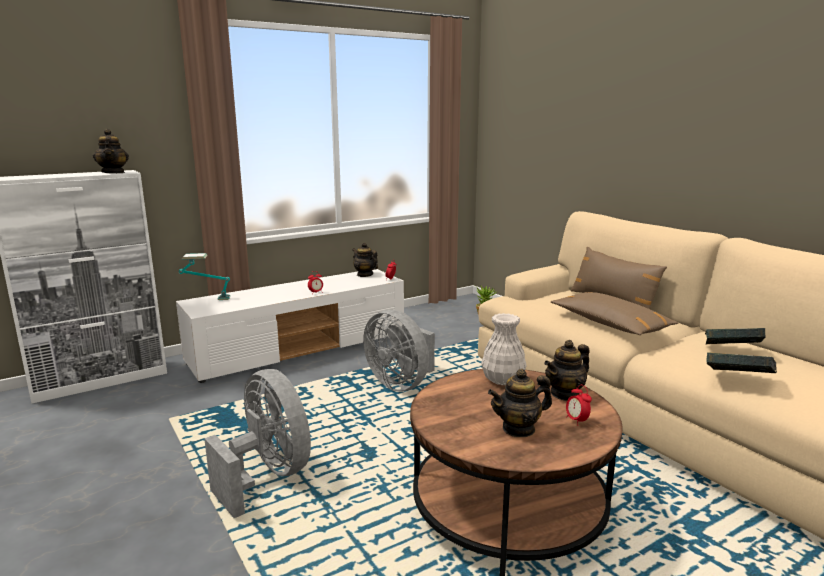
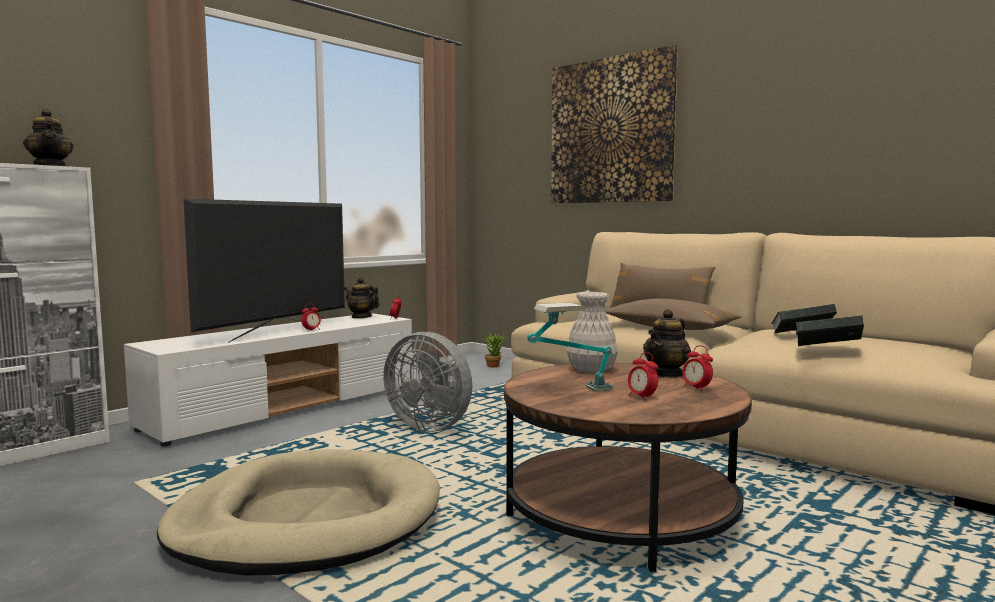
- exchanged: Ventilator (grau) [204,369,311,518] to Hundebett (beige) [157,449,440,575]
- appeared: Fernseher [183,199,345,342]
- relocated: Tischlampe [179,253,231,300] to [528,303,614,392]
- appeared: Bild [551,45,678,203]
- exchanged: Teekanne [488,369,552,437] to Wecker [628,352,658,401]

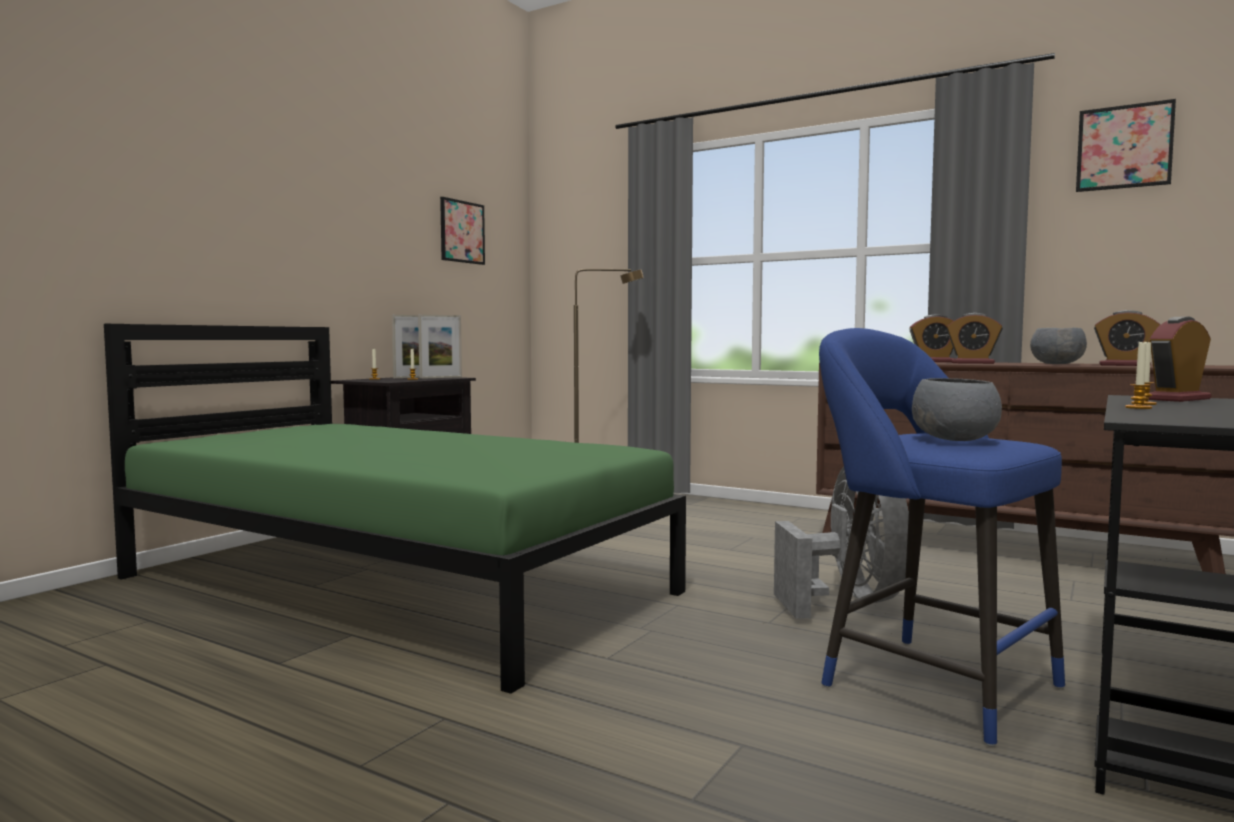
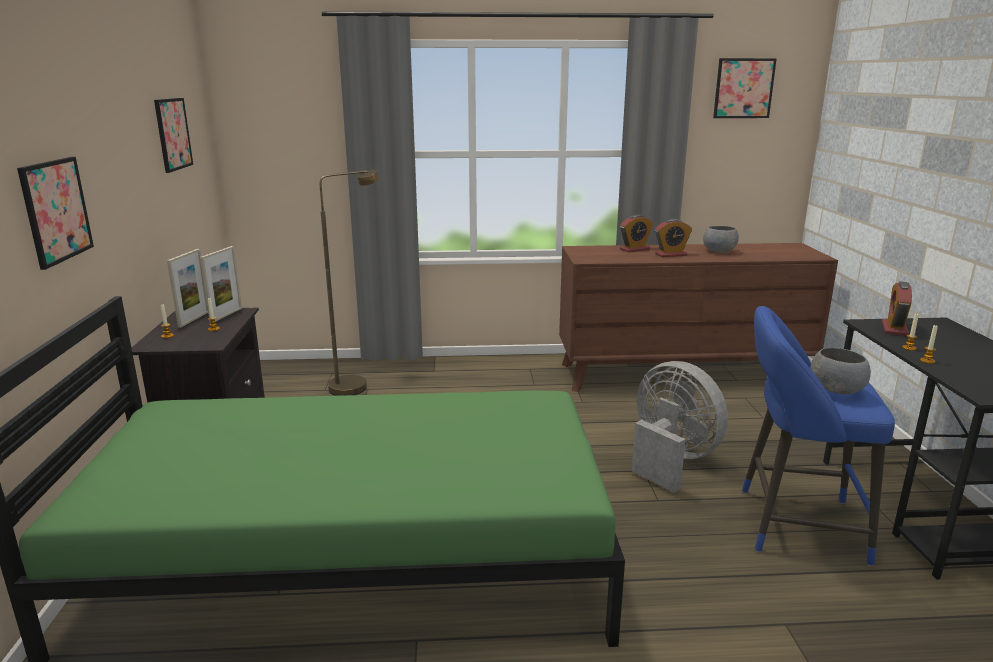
- appeared: Bild [17,157,94,270]
- missing: Wecker [1094,310,1160,366]

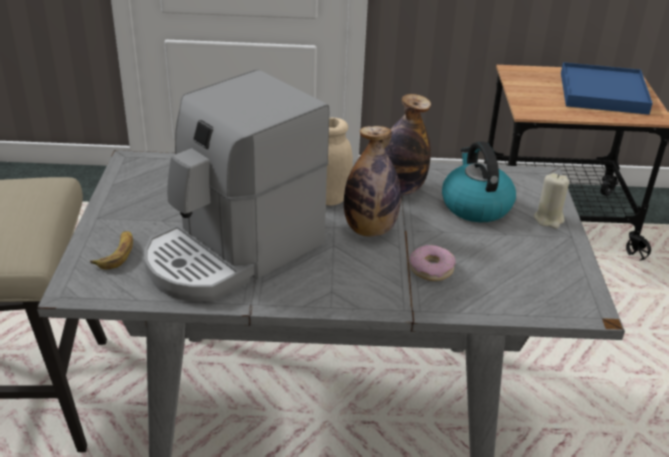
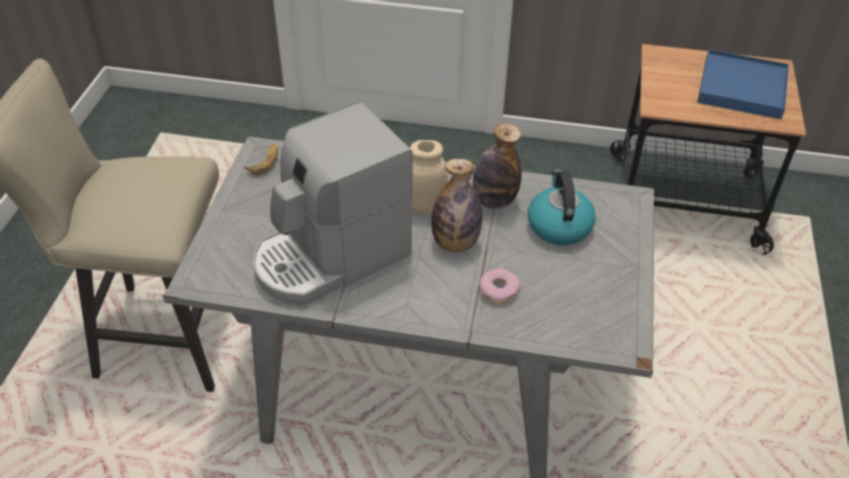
- relocated: Banane [90,231,133,270] to [244,144,278,175]
- missing: Kerze (beige) [534,173,569,229]

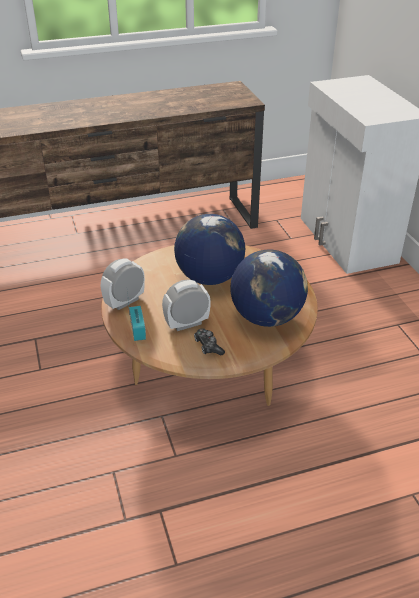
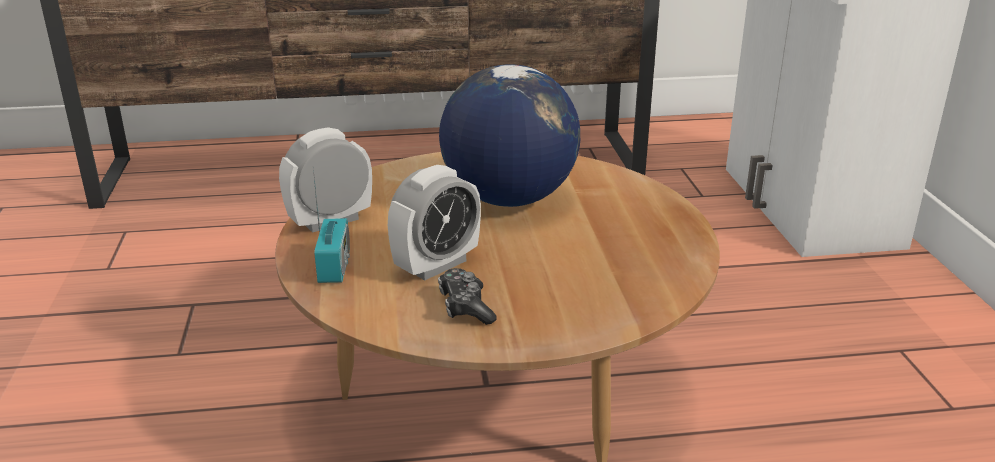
- spun: Wecker [162,280,211,331] = [388,165,481,280] 150 degrees clockwise
- missing: Globus [230,249,308,327]

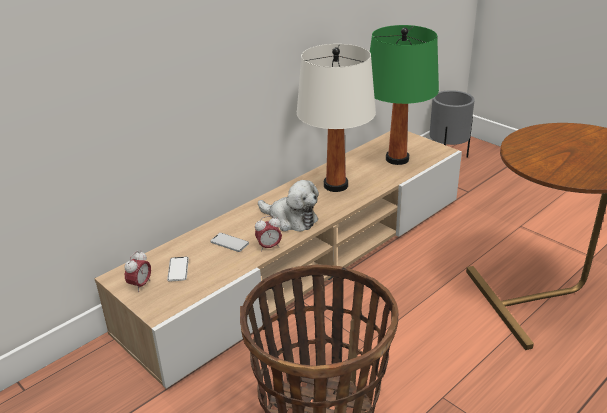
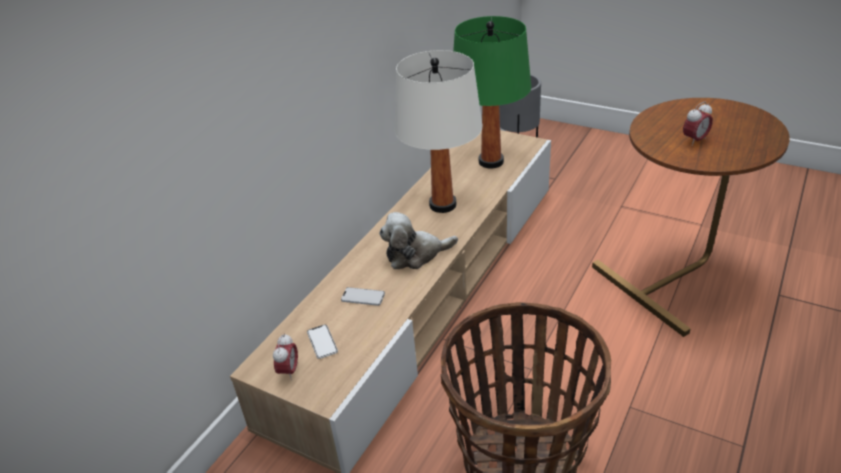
- spun: Plüschtier [258,180,319,232] = [379,212,458,269] 150 degrees clockwise
- relocated: Wecker [255,216,282,251] to [683,102,713,146]

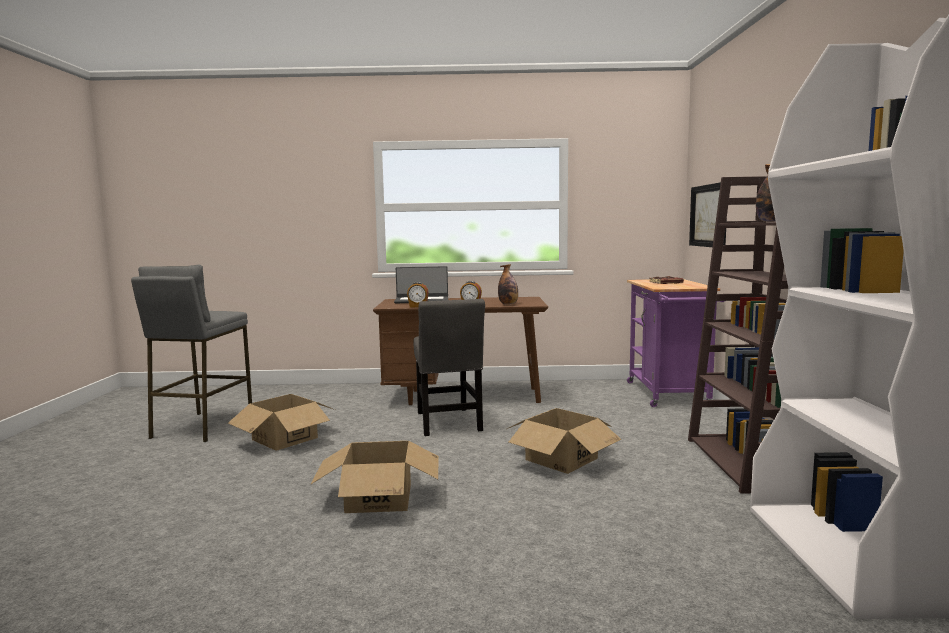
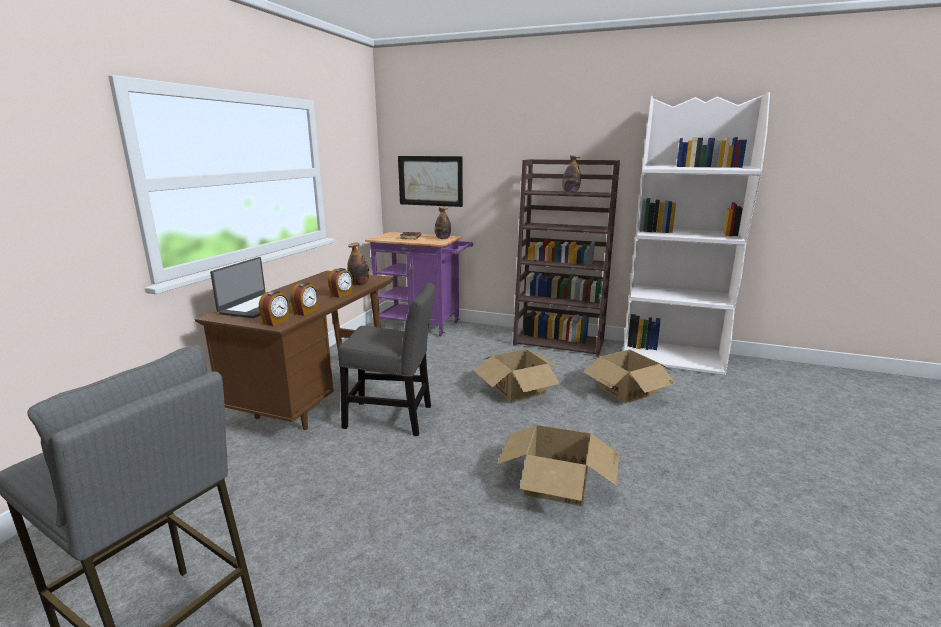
- appeared: Wecker [259,291,289,326]
- appeared: Flasche [435,206,451,239]
- relocated: Karton [228,394,335,451] to [583,349,676,403]

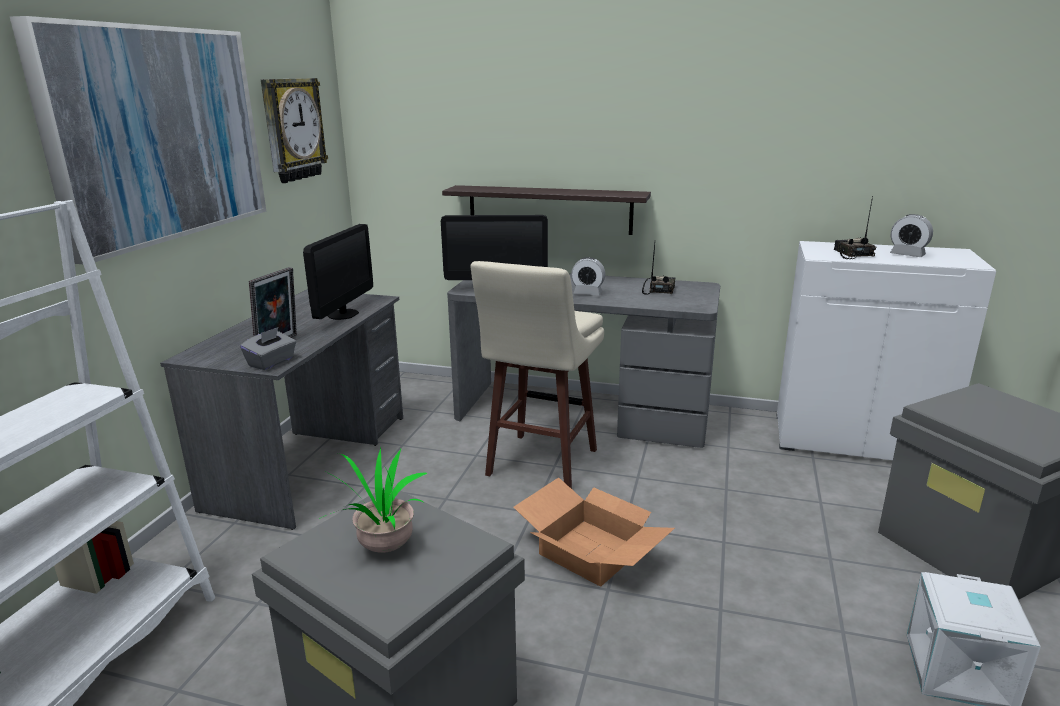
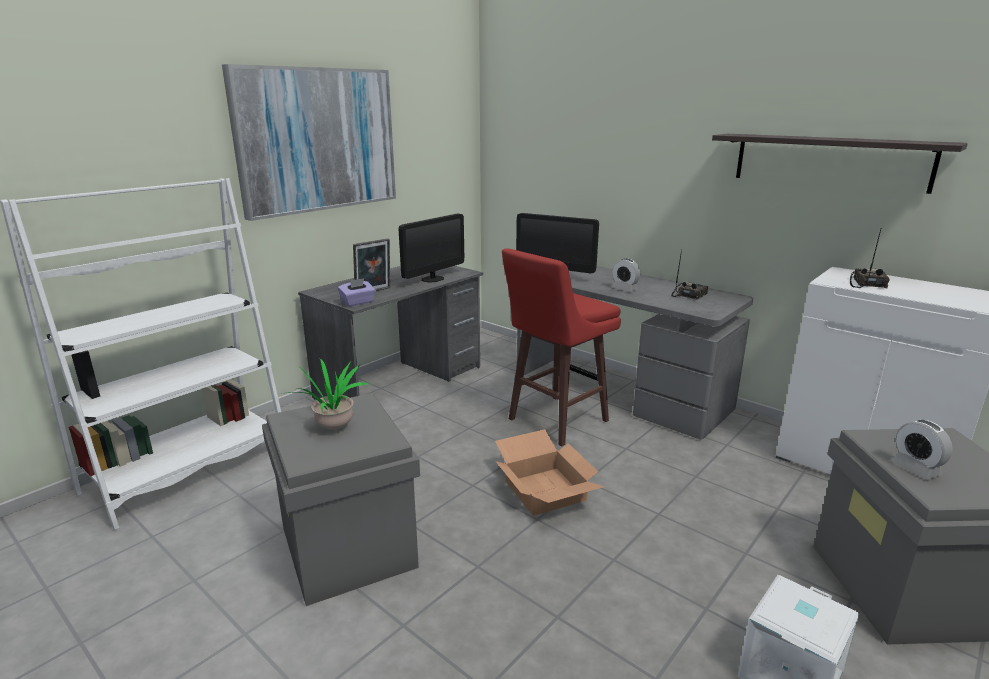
- colour: Taschentuchbox (grau) [240,327,296,370] to Taschentuchbox (lila) [338,278,376,307]
- colour: Hocker (beige) [471,261,604,489] to Hocker (rot) [502,248,621,446]
- relocated: Wandregal [442,185,651,235] to [712,134,968,194]
- relocated: Wecker [890,214,933,257] to [892,420,953,480]
- missing: Wanduhr [261,78,328,183]

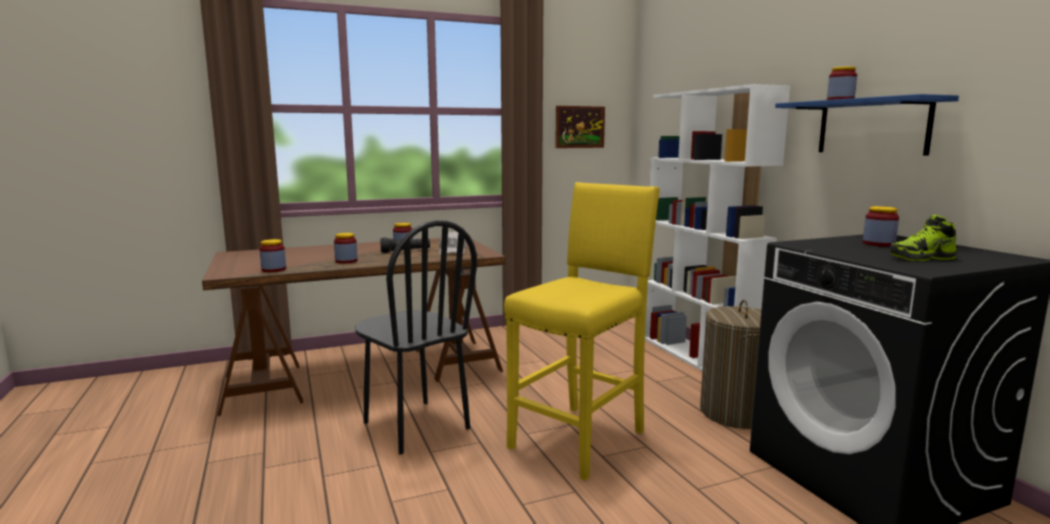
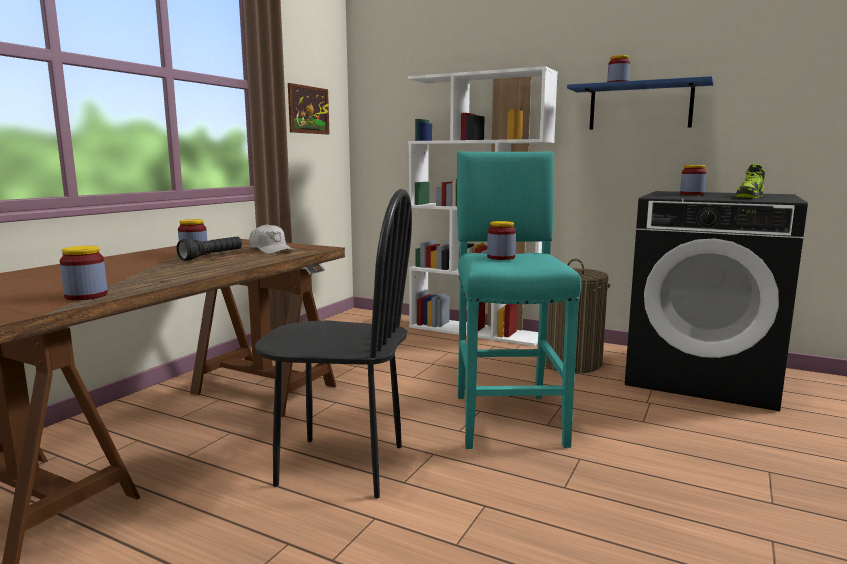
- colour: Hocker (gelb) [504,182,660,481] to Hocker (türkis) [457,151,581,449]
- relocated: Vorratsglas [334,233,358,264] to [487,221,516,260]

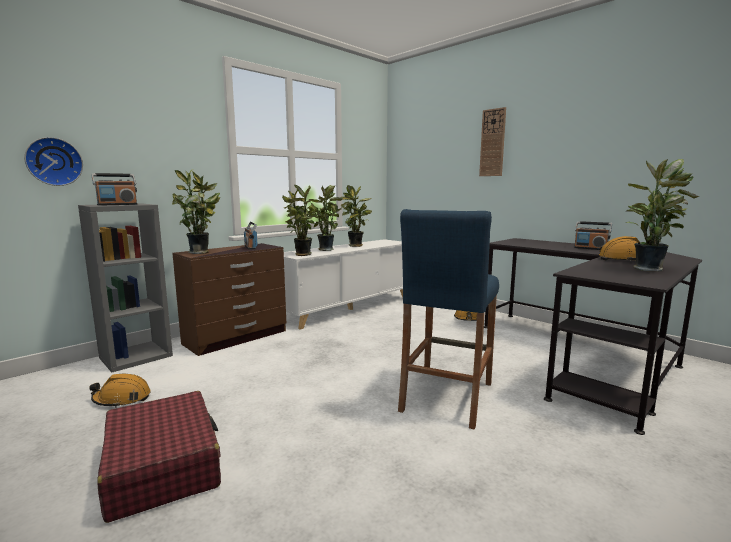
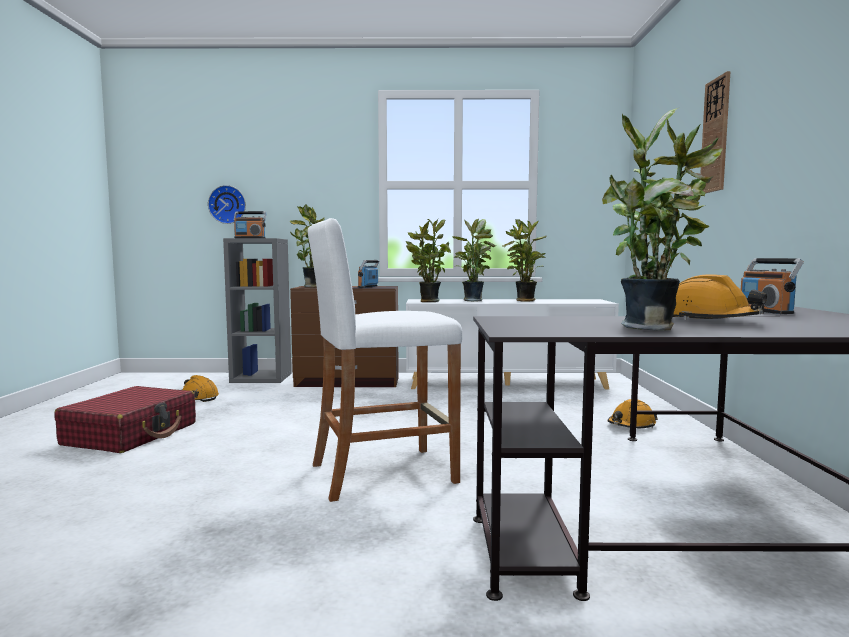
- colour: Hocker (blau) [398,209,499,430] to Hocker (weiß) [308,218,462,502]

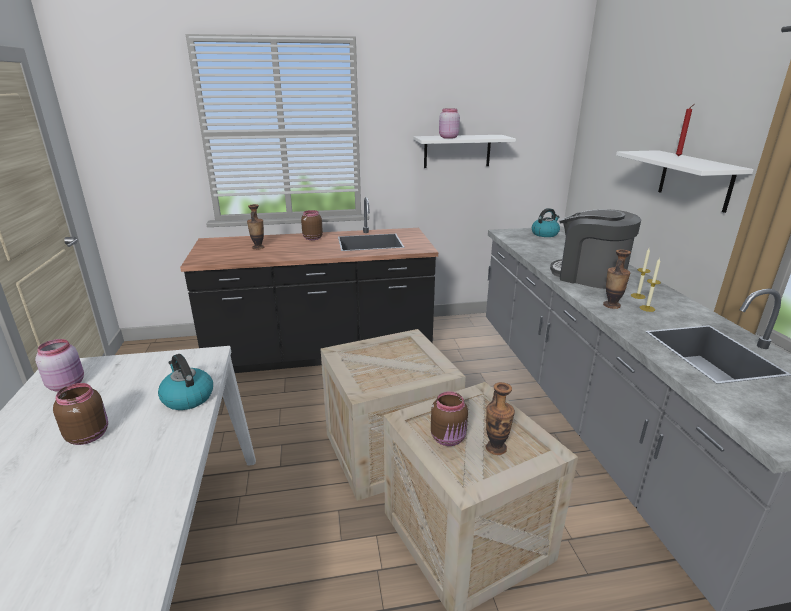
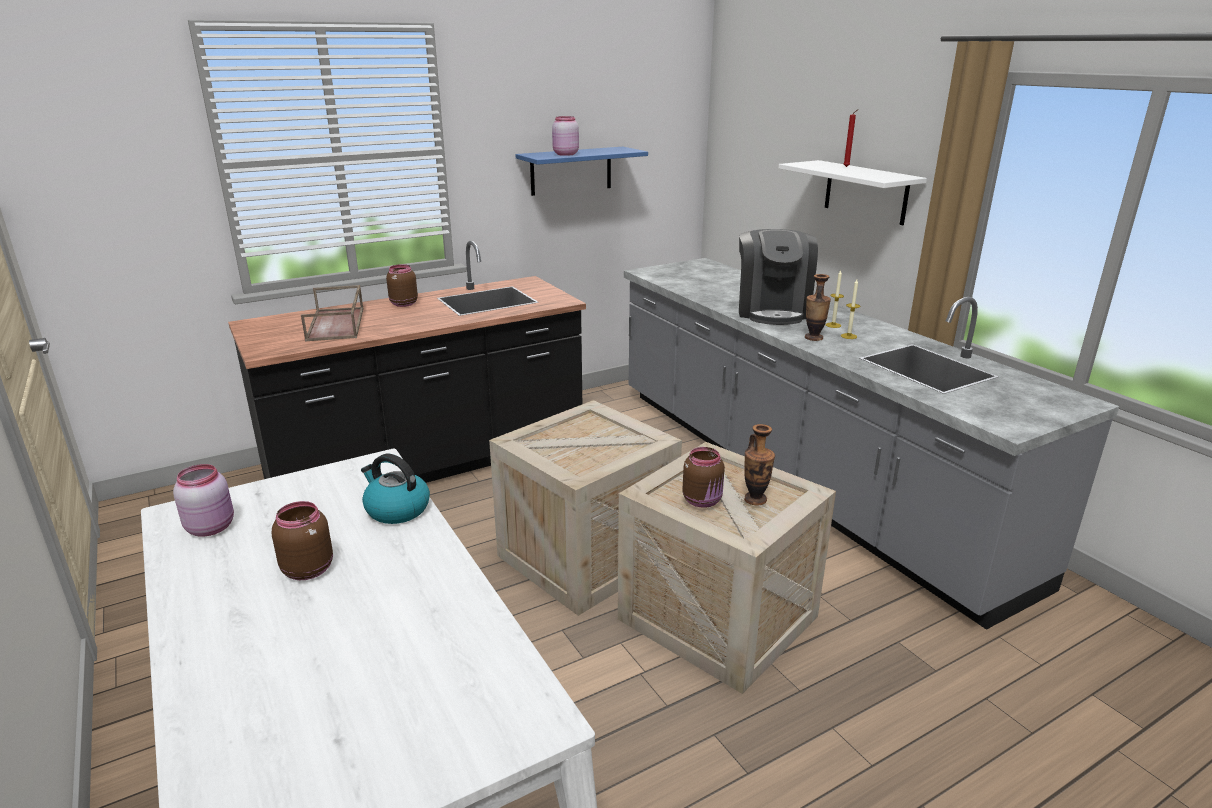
- exchanged: Vase [247,204,265,250] to Tablett (braun) [301,285,363,342]
- colour: Wandregal (weiß) [413,135,516,168] to Wandregal (blau) [515,147,648,196]
- spun: Kaffeemaschine [550,209,641,289] = [739,229,818,325] 105 degrees counterclockwise
- missing: Wasserkessel [532,208,560,237]

